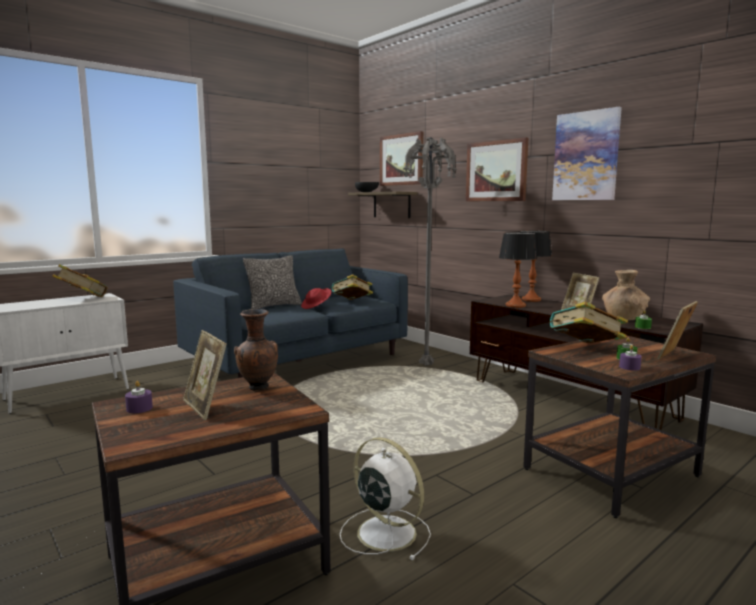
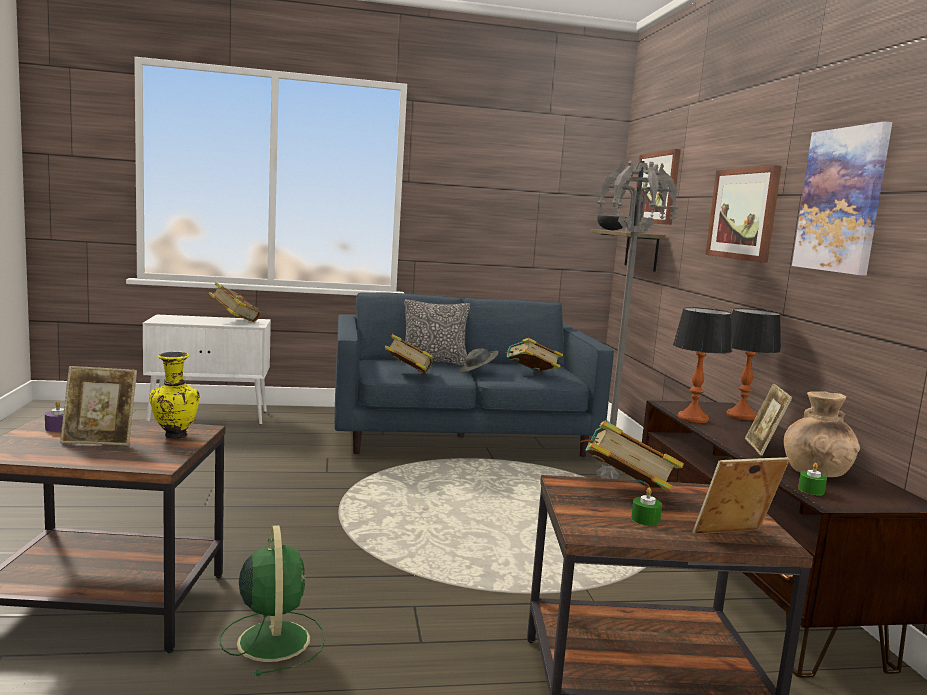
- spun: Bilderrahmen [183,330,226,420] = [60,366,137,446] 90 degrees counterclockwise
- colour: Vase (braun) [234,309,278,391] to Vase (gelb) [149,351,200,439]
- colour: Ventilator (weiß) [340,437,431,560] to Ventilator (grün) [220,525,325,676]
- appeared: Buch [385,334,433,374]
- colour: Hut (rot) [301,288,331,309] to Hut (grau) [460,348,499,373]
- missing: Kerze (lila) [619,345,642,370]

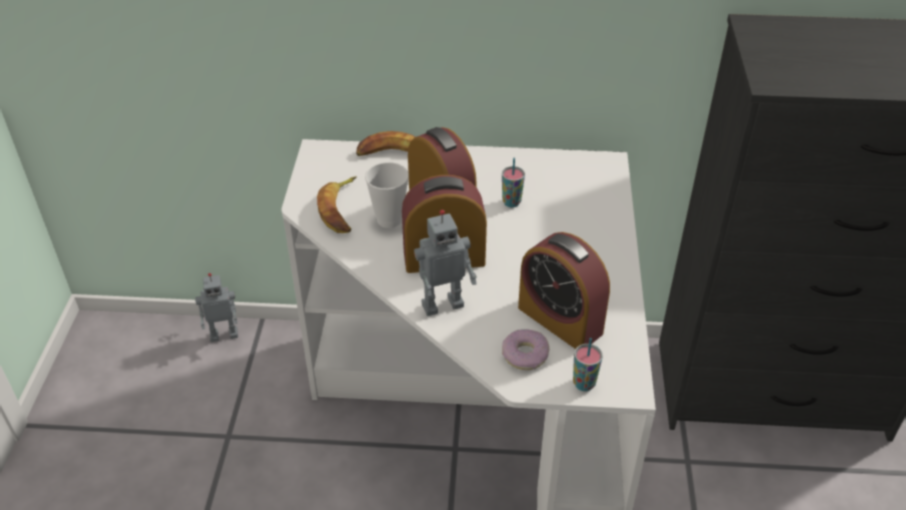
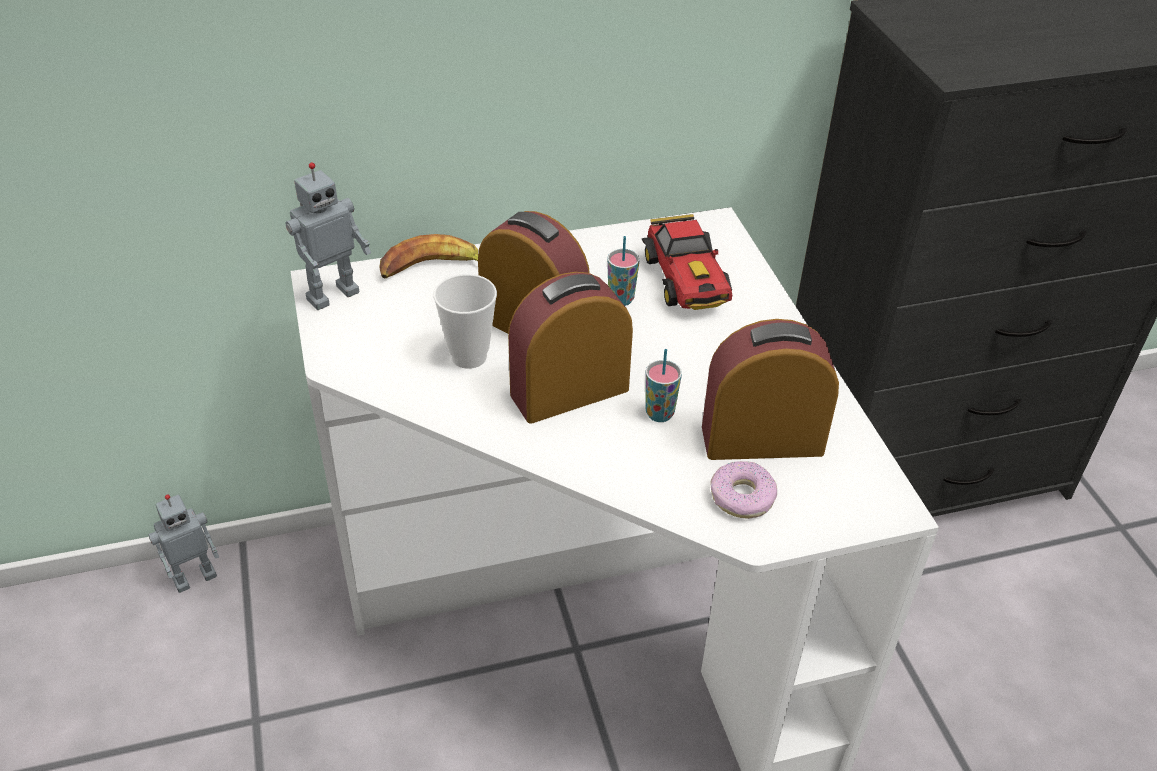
- relocated: Spielzeugroboter [414,210,477,316] to [285,162,371,310]
- appeared: Spielzeugauto [642,214,732,310]
- relocated: Tasse [573,338,603,391] to [645,349,682,422]
- spun: Wecker [518,232,610,349] = [702,319,839,460] 150 degrees clockwise
- missing: Banane [317,176,357,233]

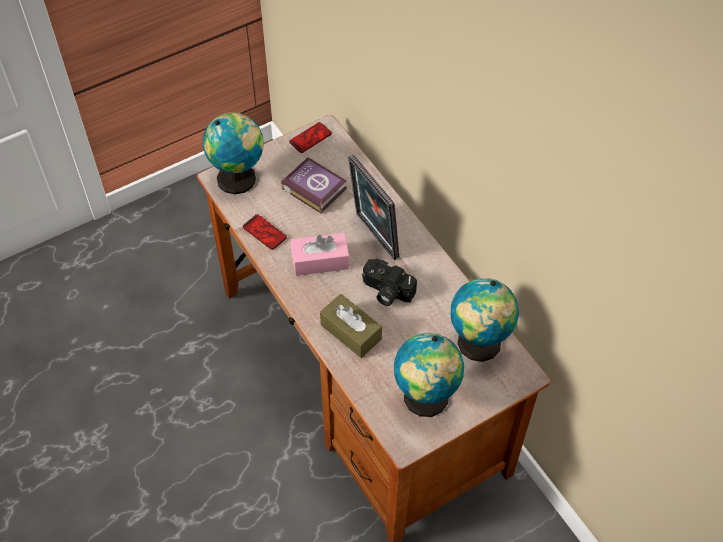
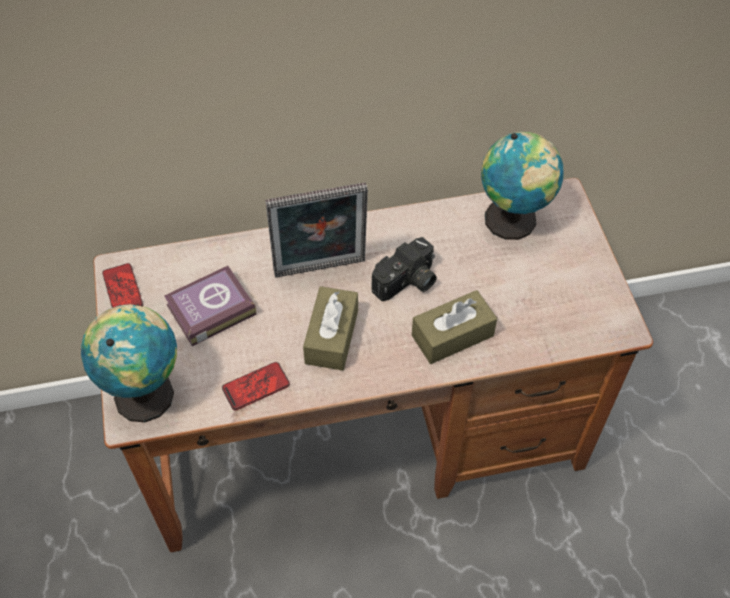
- colour: Taschentuchbox (rosa) [291,233,349,276] to Taschentuchbox (braun) [303,286,358,371]
- missing: Globus [394,333,464,417]

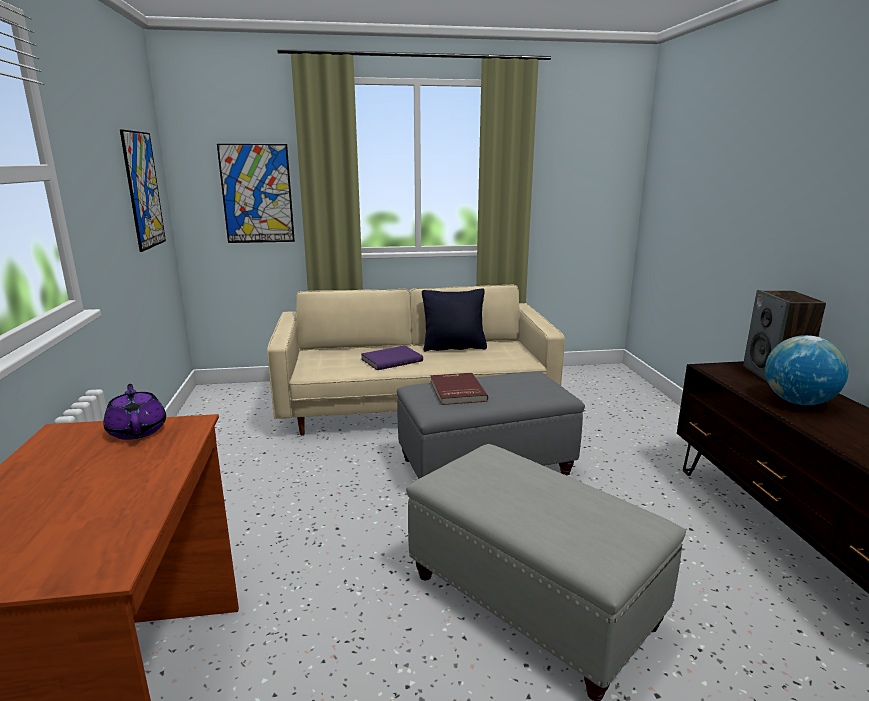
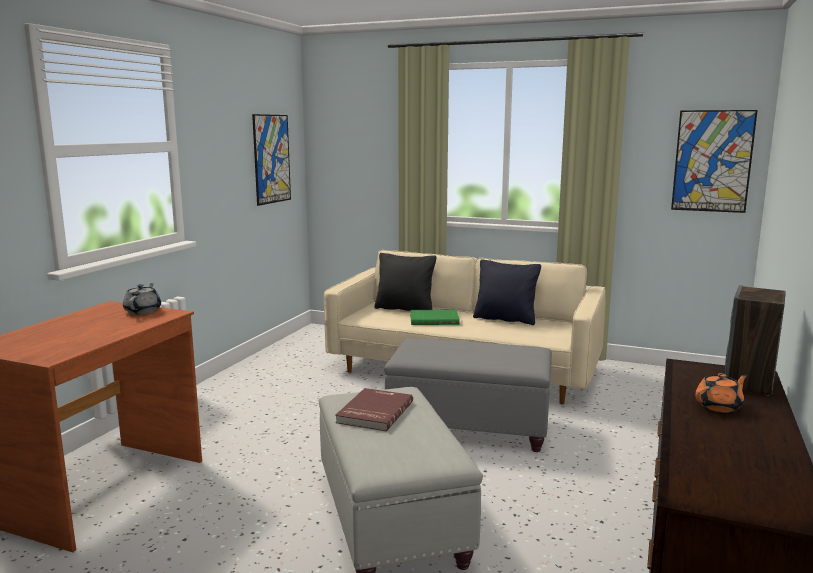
- colour: Teekanne (lila) [103,384,166,440] to Teekanne (grau) [123,283,161,315]
- relocated: Buch (rot) [430,373,488,405] to [335,388,413,431]
- appeared: Kissen (schwarz) [374,253,436,311]
- colour: Buch (lila) [361,346,423,370] to Buch (grün) [410,310,460,325]
- relocated: Bild [217,144,295,243] to [671,110,758,213]
- exchanged: Globus [765,335,848,405] to Teekanne (orange) [695,373,748,412]

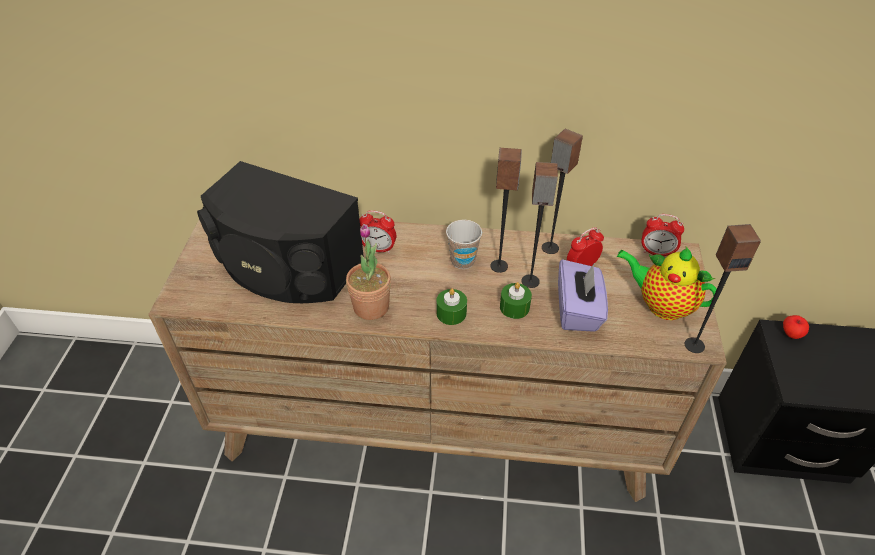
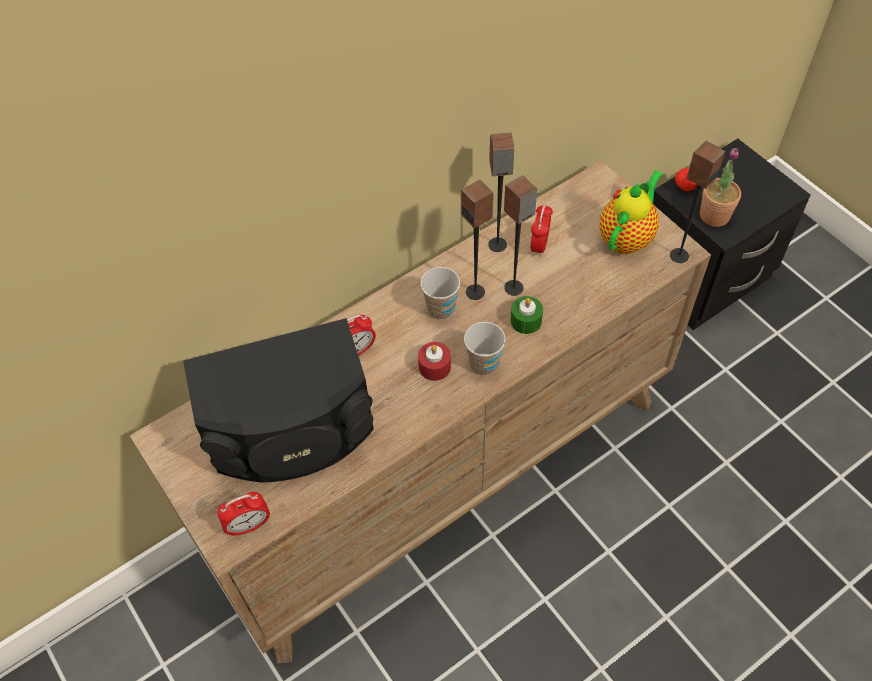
- relocated: Wecker [641,214,684,256] to [217,492,270,537]
- appeared: Kerze (rot) [418,342,451,381]
- exchanged: Kerze (grün) [437,288,467,325] to Tasse [464,322,506,376]
- spun: Teekanne [617,247,717,320] = [600,170,663,254] 135 degrees clockwise
- relocated: Topfpflanze [346,224,391,320] to [700,148,741,227]
- missing: Taschentuchbox (lila) [558,259,608,332]

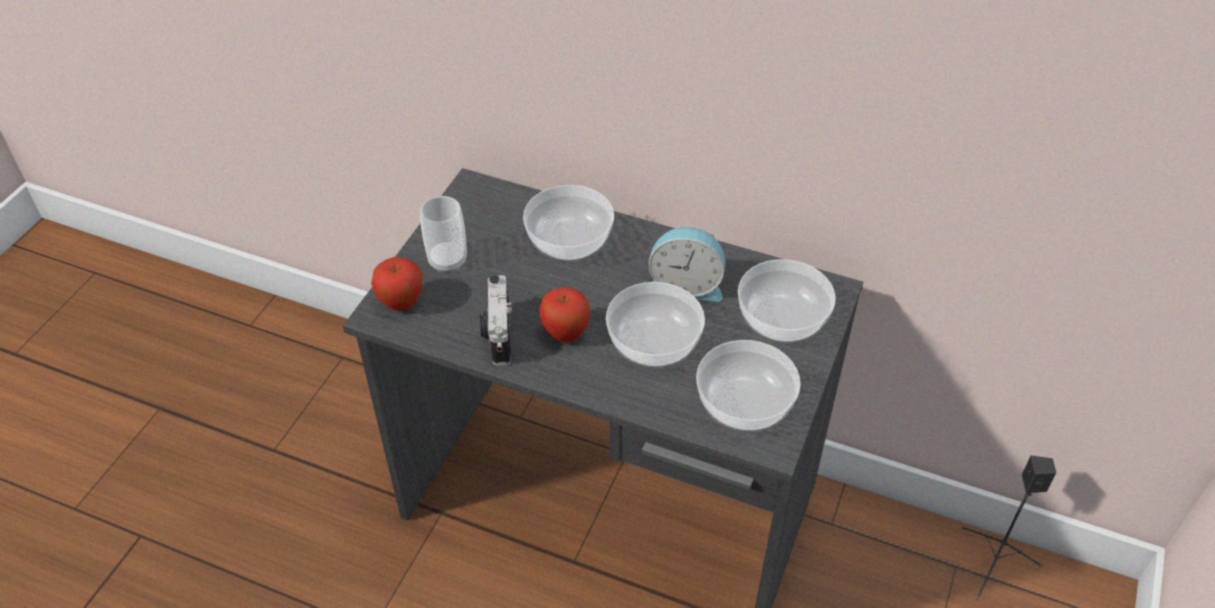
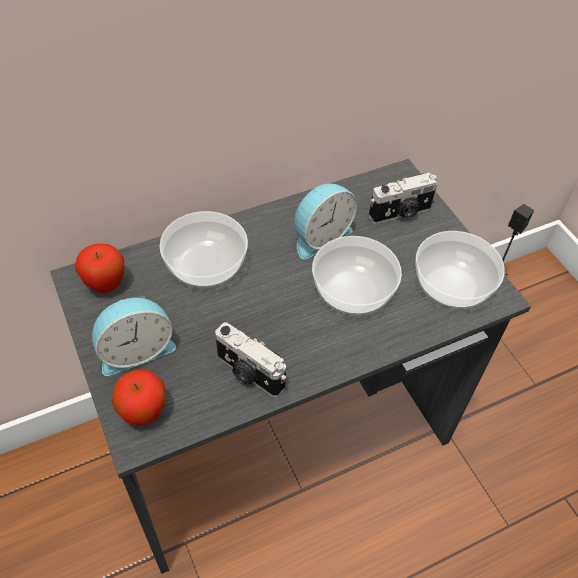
- relocated: Apfel [539,287,591,342] to [75,244,124,293]
- exchanged: Tasse [420,196,467,273] to Wecker [92,296,176,376]
- exchanged: Schüssel [738,259,836,343] to Kamera [369,173,437,224]

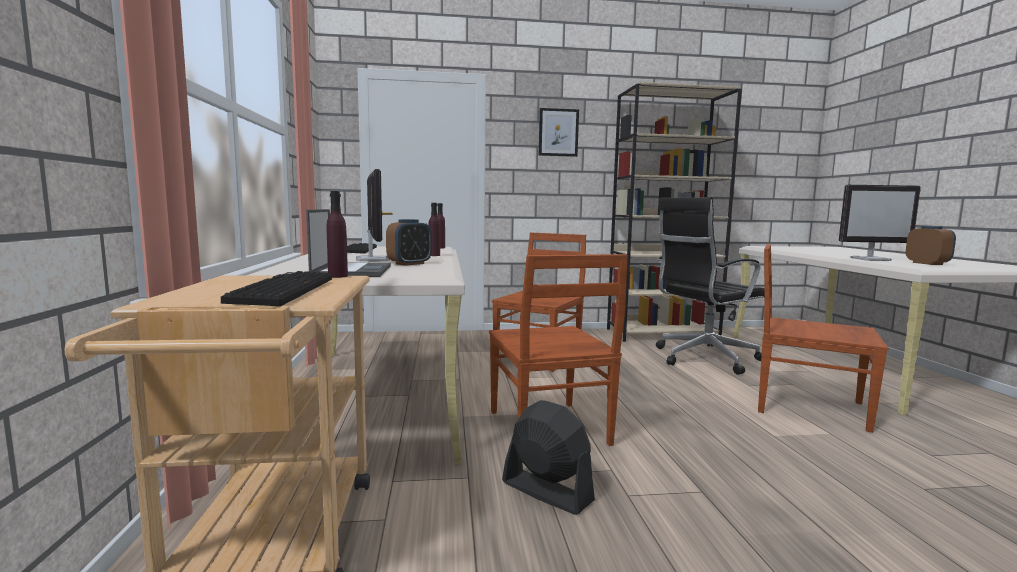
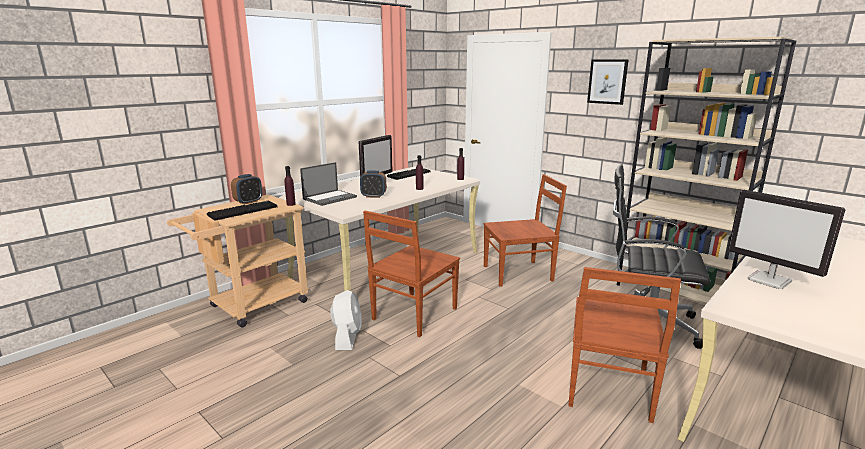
- relocated: Wecker [906,226,956,265] to [231,174,262,205]
- colour: Ventilator (schwarz) [502,400,595,515] to Ventilator (weiß) [331,290,362,350]
- spun: Stuhl (braun) [758,244,889,433] = [568,267,681,423] 150 degrees counterclockwise

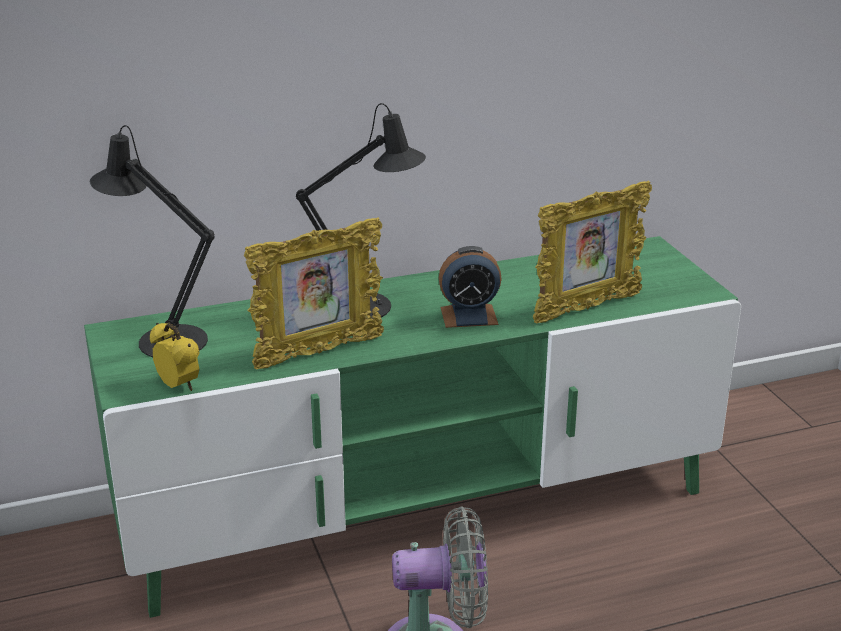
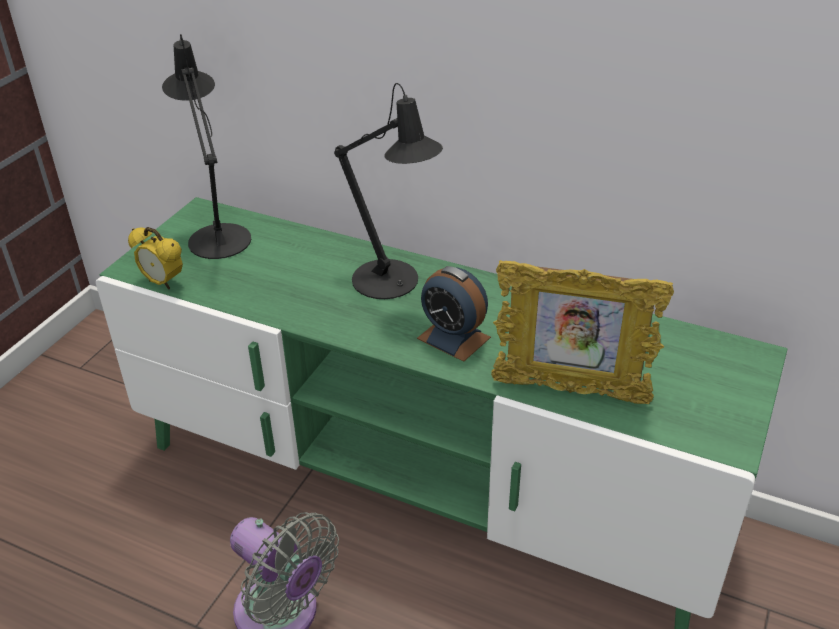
- spun: Wecker [150,323,200,391] = [128,227,183,290] 120 degrees clockwise
- missing: Bilderrahmen [244,217,384,370]

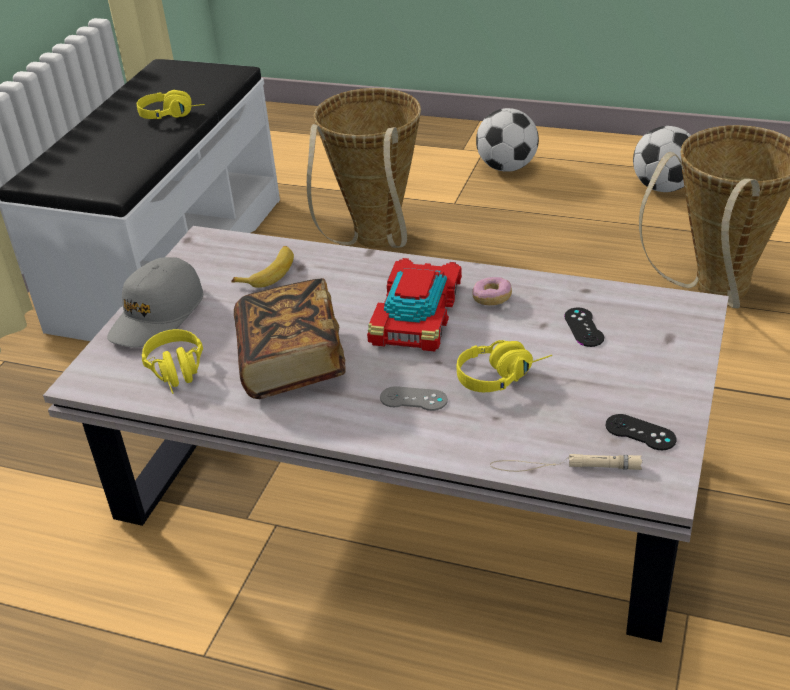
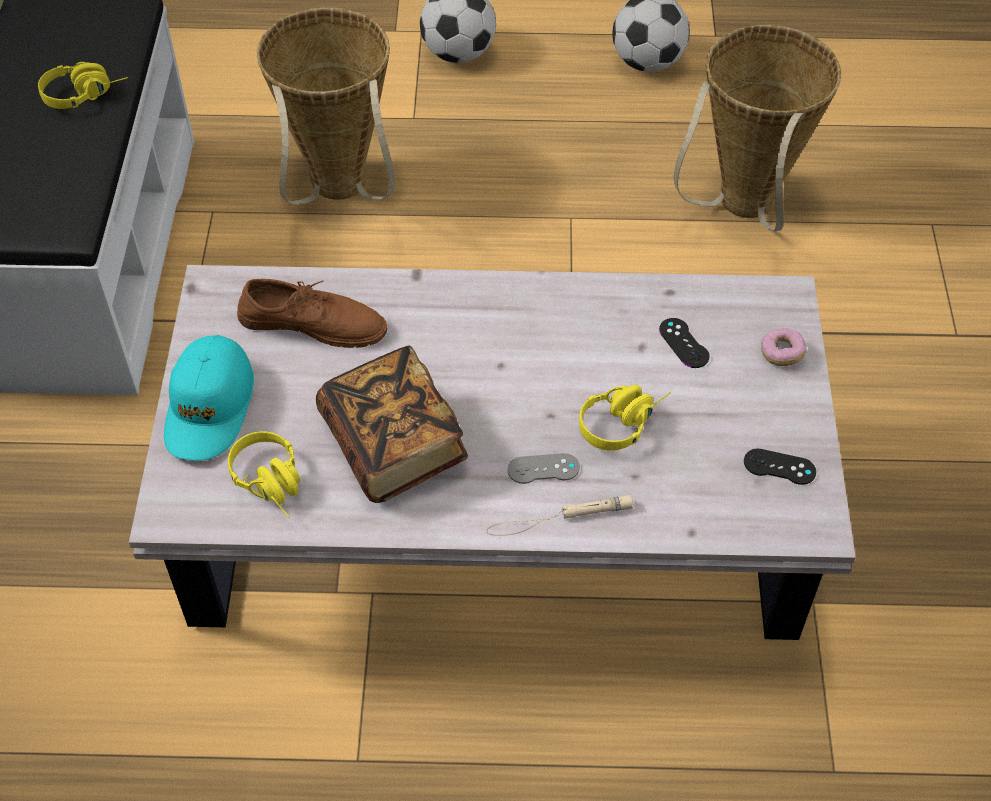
- colour: Kappe (grau) [107,257,203,347] to Kappe (türkis) [164,335,254,461]
- exchanged: Banane [232,246,294,288] to Schuh (braun) [237,279,387,348]
- relocated: Taschenlampe (beige) [490,454,642,472] to [487,495,633,536]
- relocated: Donut [472,277,512,306] to [761,328,807,366]
- missing: Spielzeugauto [367,258,462,351]

